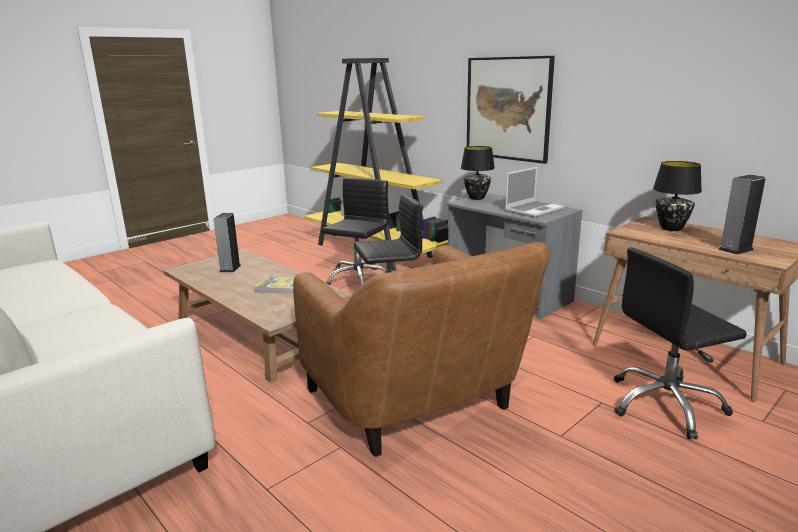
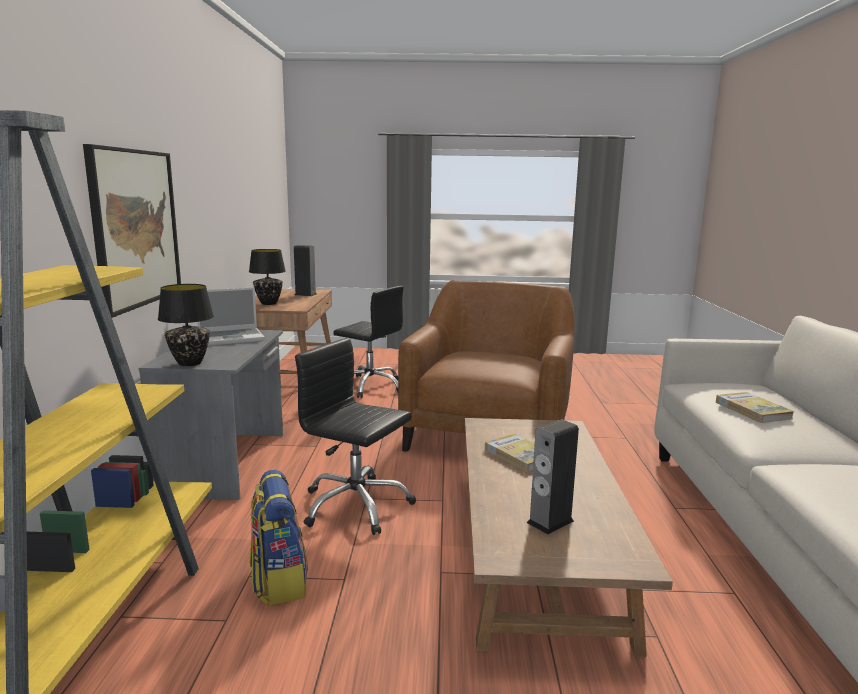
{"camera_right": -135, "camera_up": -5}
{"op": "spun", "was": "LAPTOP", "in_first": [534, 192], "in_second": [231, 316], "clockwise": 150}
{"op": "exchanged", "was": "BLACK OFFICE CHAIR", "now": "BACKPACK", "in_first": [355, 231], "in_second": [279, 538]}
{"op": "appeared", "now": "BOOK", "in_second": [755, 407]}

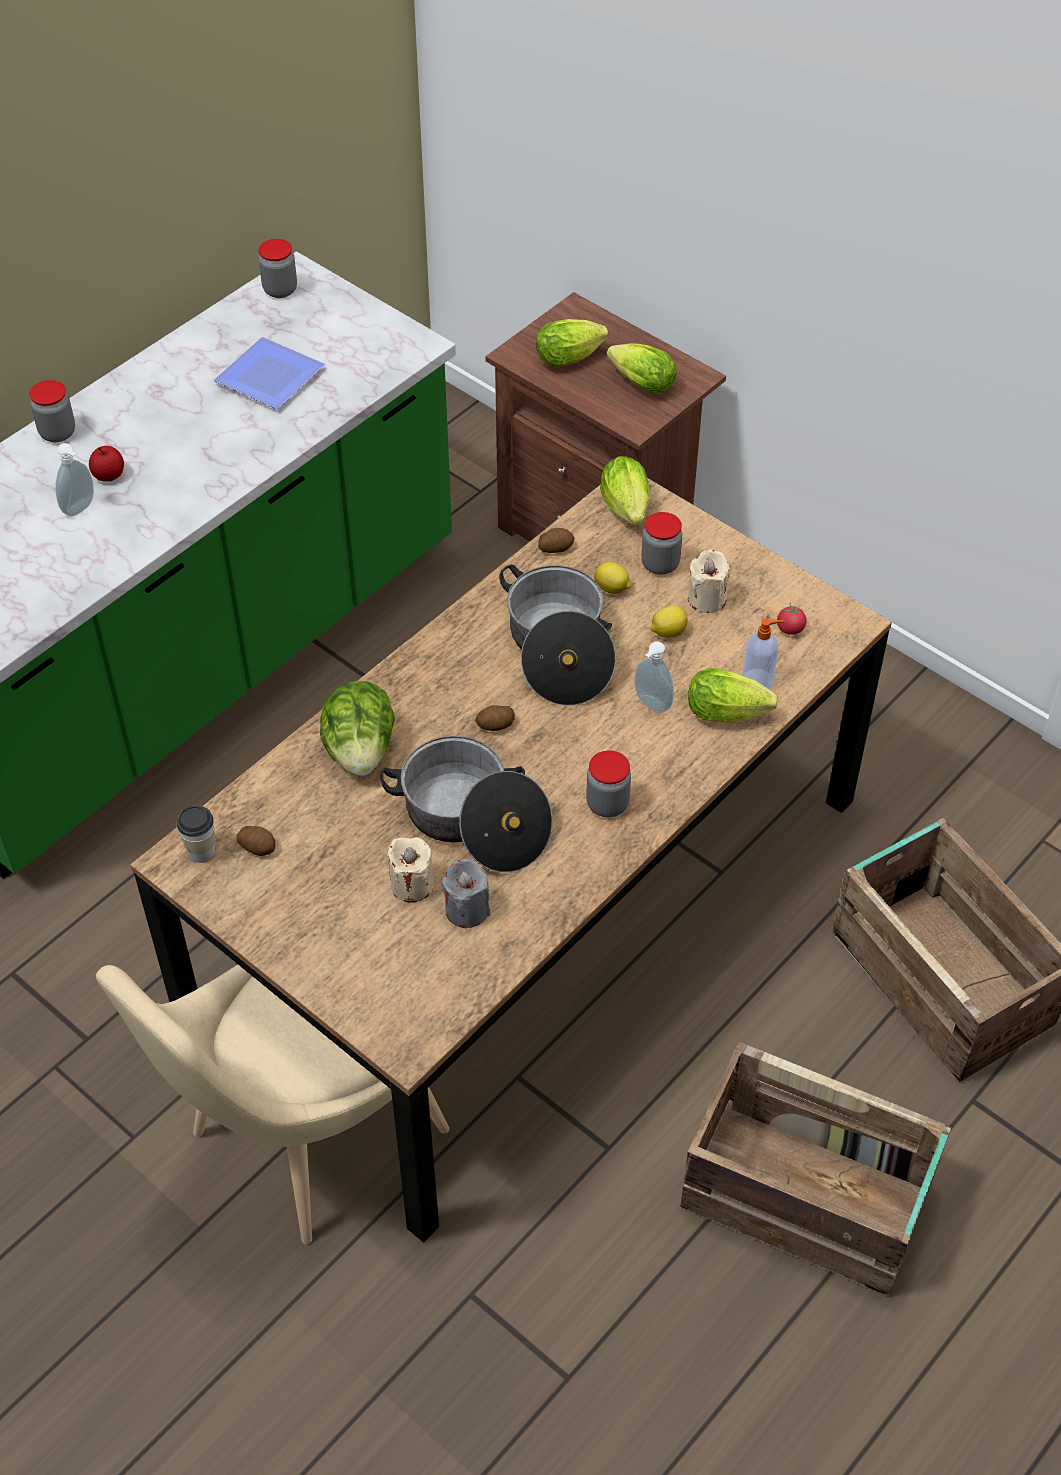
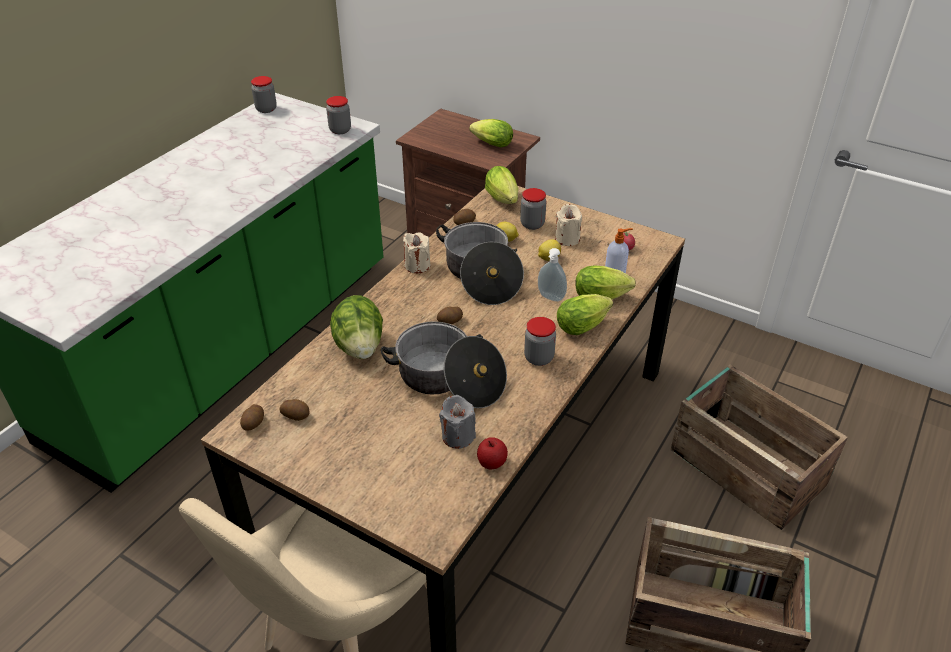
{"camera_right": -10, "camera_up": -10}
{"op": "relocated", "was": "LETTUCE", "in_first": [572, 343], "in_second": [585, 314]}
{"op": "missing", "was": "PLATE", "in_first": [269, 373]}
{"op": "relocated", "was": "JAR", "in_first": [52, 411], "in_second": [338, 115]}
{"op": "missing", "was": "SOAP DISPENSER", "in_first": [74, 479]}
{"op": "relocated", "was": "APPLE", "in_first": [106, 464], "in_second": [492, 453]}
{"op": "exchanged", "was": "CUP", "now": "POTATO", "in_first": [196, 834], "in_second": [252, 417]}
{"op": "relocated", "was": "BEIGE CANDLE", "in_first": [410, 870], "in_second": [416, 252]}

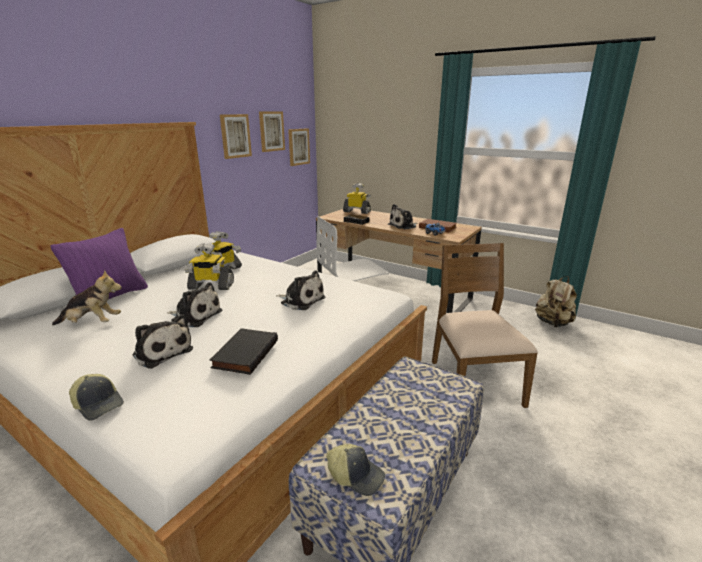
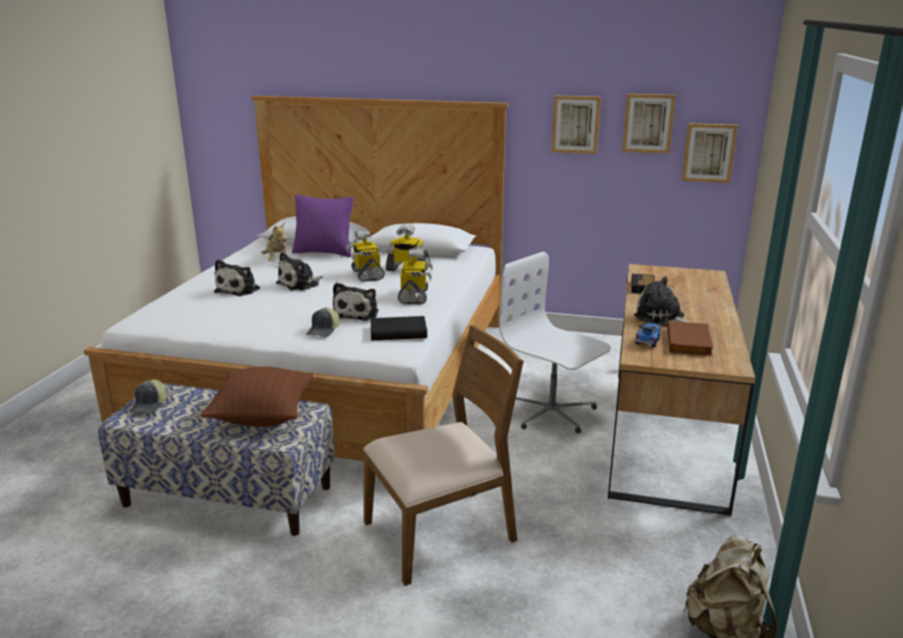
{"camera_right": 70, "camera_up": 0}
{"op": "relocated", "was": "TOY ROBOT", "in_first": [357, 198], "in_second": [415, 276]}
{"op": "spun", "was": "PLUSH TOY", "in_first": [195, 304], "in_second": [299, 271], "clockwise": 45}
{"op": "relocated", "was": "BLACK BOOK", "in_first": [244, 351], "in_second": [398, 328]}
{"op": "relocated", "was": "CAP", "in_first": [96, 397], "in_second": [322, 322]}
{"op": "appeared", "now": "BROWN PILLOW", "in_second": [257, 396]}

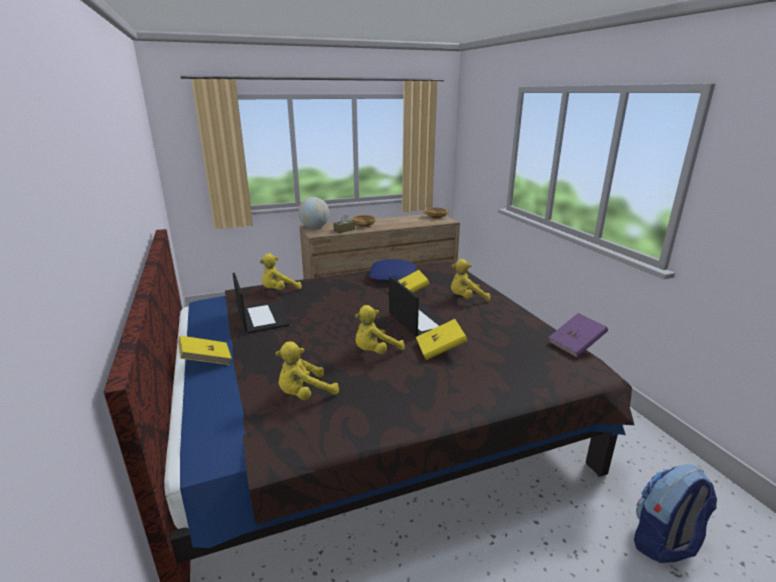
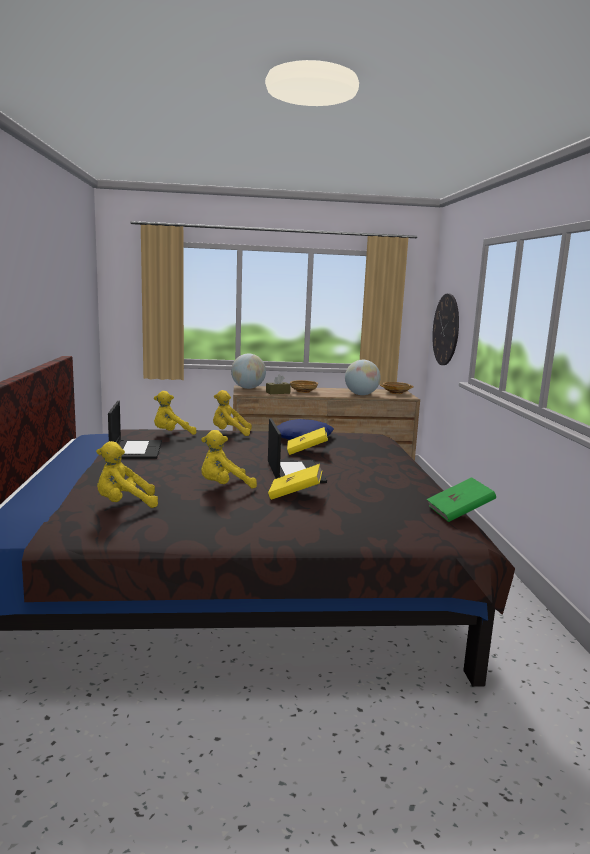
{"camera_right": 15, "camera_up": -10}
{"op": "relocated", "was": "YELLOW PLUSH TOY", "in_first": [471, 280], "in_second": [232, 413]}
{"op": "colour", "was": "PURPLE BOOK", "now": "GREEN BOOK", "in_first": [578, 335], "in_second": [461, 499]}
{"op": "missing", "was": "YELLOW BOOK", "in_first": [205, 350]}
{"op": "missing", "was": "BACKPACK", "in_first": [675, 513]}
{"op": "appeared", "now": "WALL CLOCK", "in_second": [445, 329]}
{"op": "appeared", "now": "GLOBE", "in_second": [363, 377]}

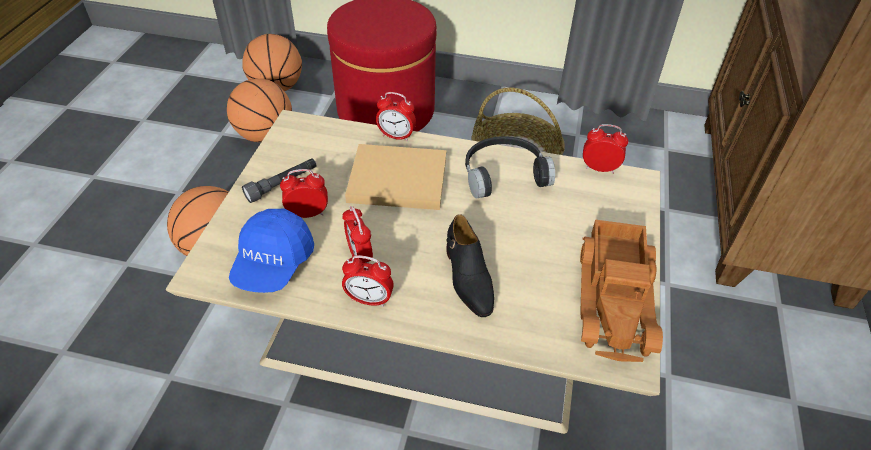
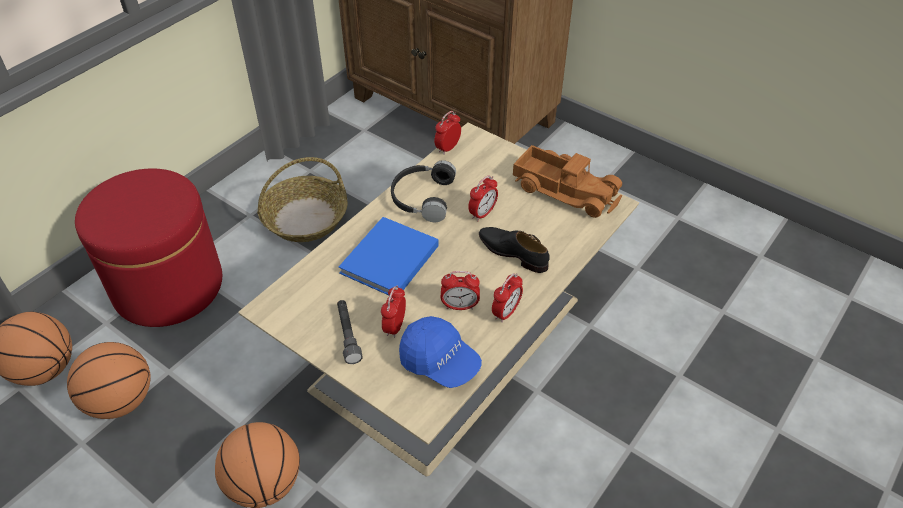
{"camera_right": -65, "camera_up": 0}
{"op": "relocated", "was": "ALARM CLOCK", "in_first": [396, 116], "in_second": [483, 198]}
{"op": "colour", "was": "BEIGE BOOK", "now": "BLUE BOOK", "in_first": [396, 177], "in_second": [388, 256]}
{"op": "spun", "was": "BLACK SHOE", "in_first": [470, 265], "in_second": [514, 250], "clockwise": -150}

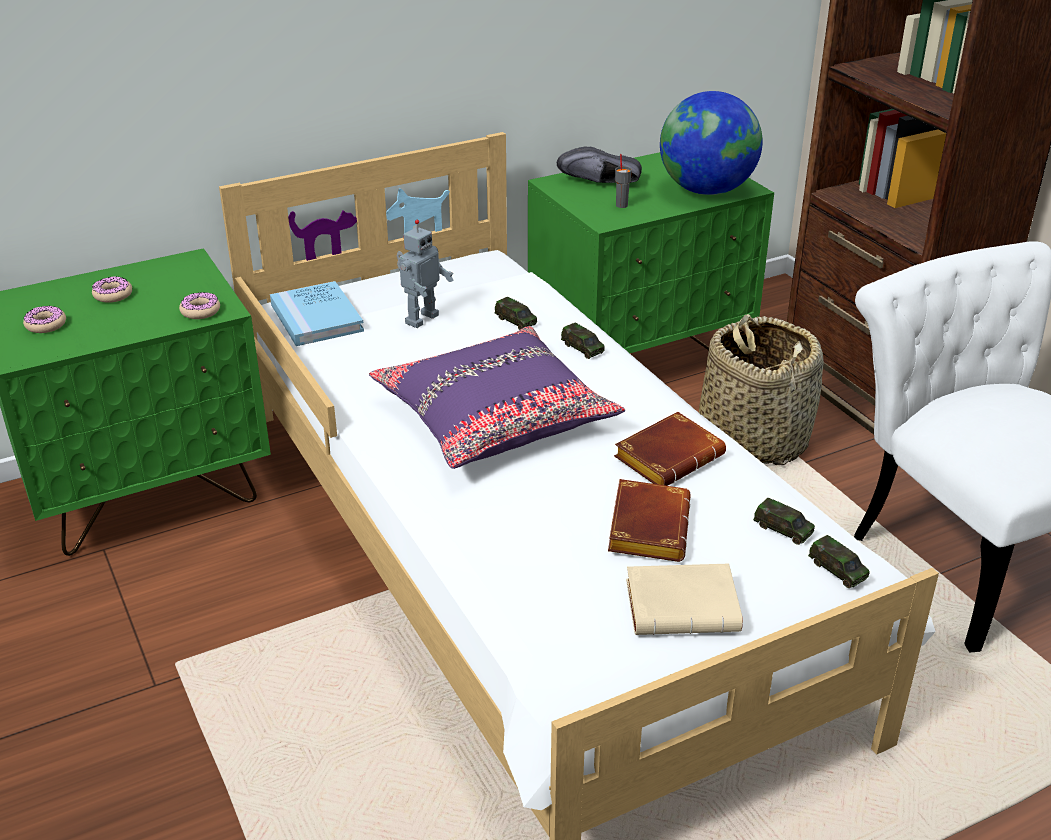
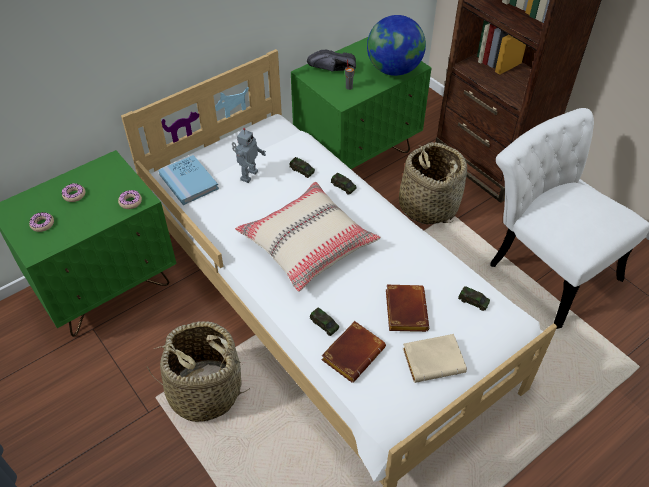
{"camera_right": -10, "camera_up": 15}
{"op": "colour", "was": "PURPLE PILLOW", "now": "BEIGE PILLOW", "in_first": [497, 397], "in_second": [308, 237]}
{"op": "relocated", "was": "BROWN BOOK", "in_first": [670, 449], "in_second": [353, 352]}
{"op": "relocated", "was": "TOY CAR", "in_first": [839, 561], "in_second": [324, 322]}
{"op": "appeared", "now": "BASKET", "in_second": [198, 371]}

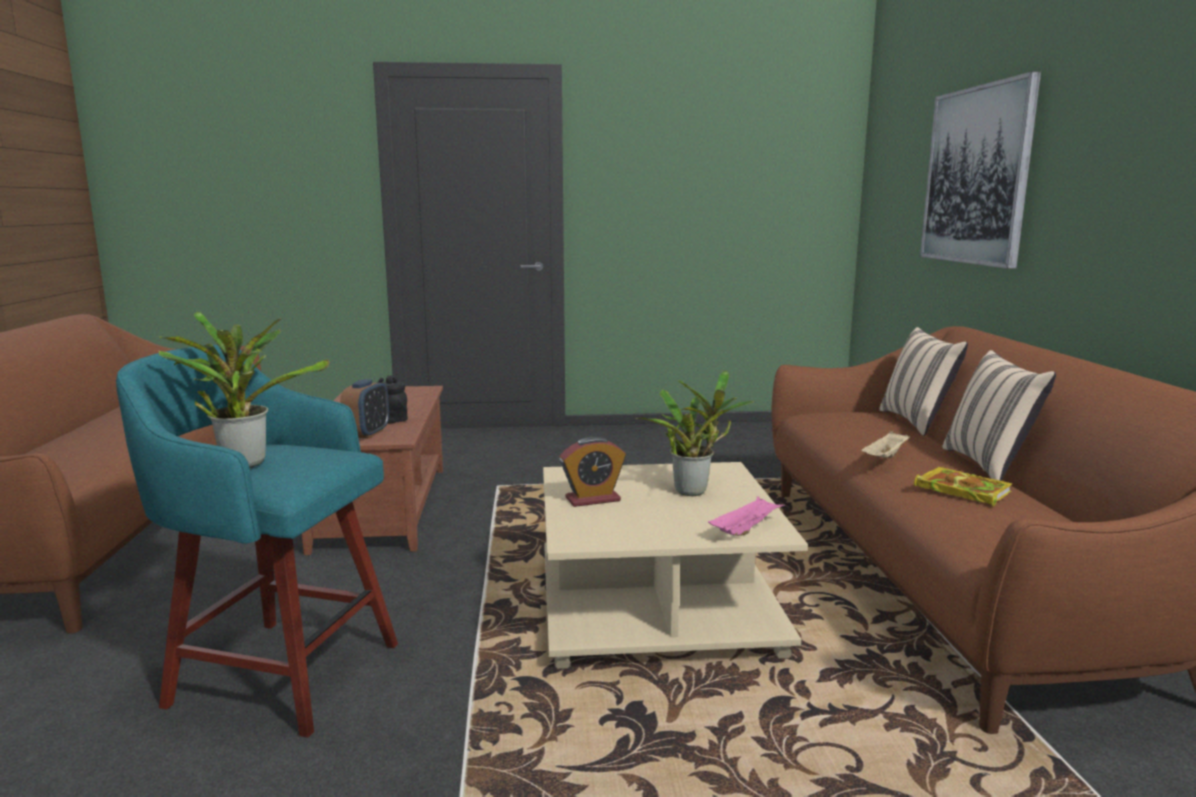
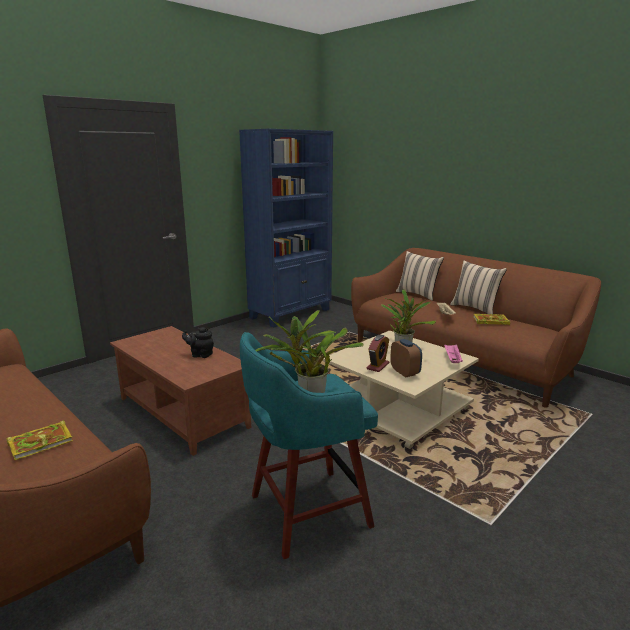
{"camera_right": -40, "camera_up": 5}
{"op": "missing", "was": "PICTURE", "in_first": [980, 170]}
{"op": "relocated", "was": "ALARM CLOCK", "in_first": [364, 409], "in_second": [406, 358]}
{"op": "appeared", "now": "BLUE BOOKCASE", "in_second": [286, 228]}
{"op": "appeared", "now": "BOOK", "in_second": [39, 440]}

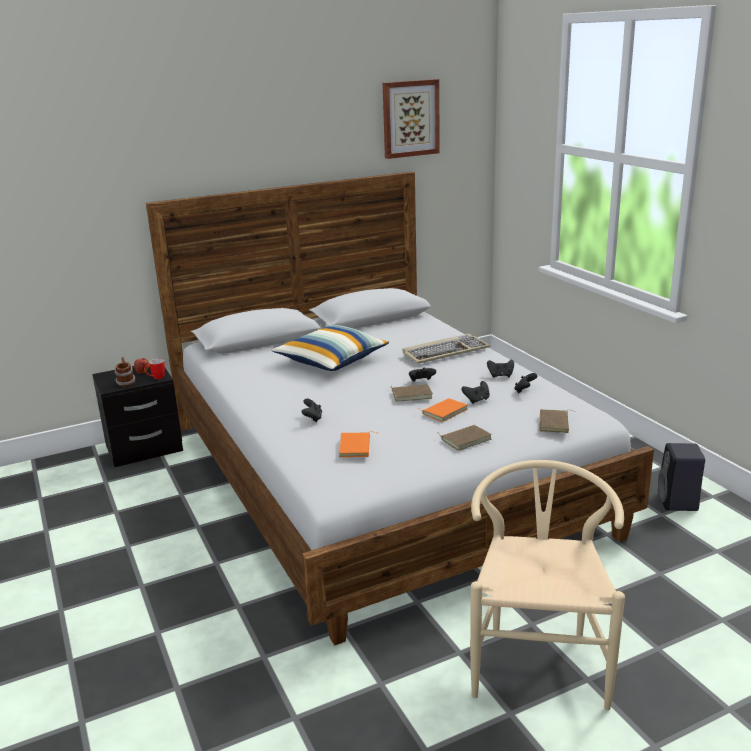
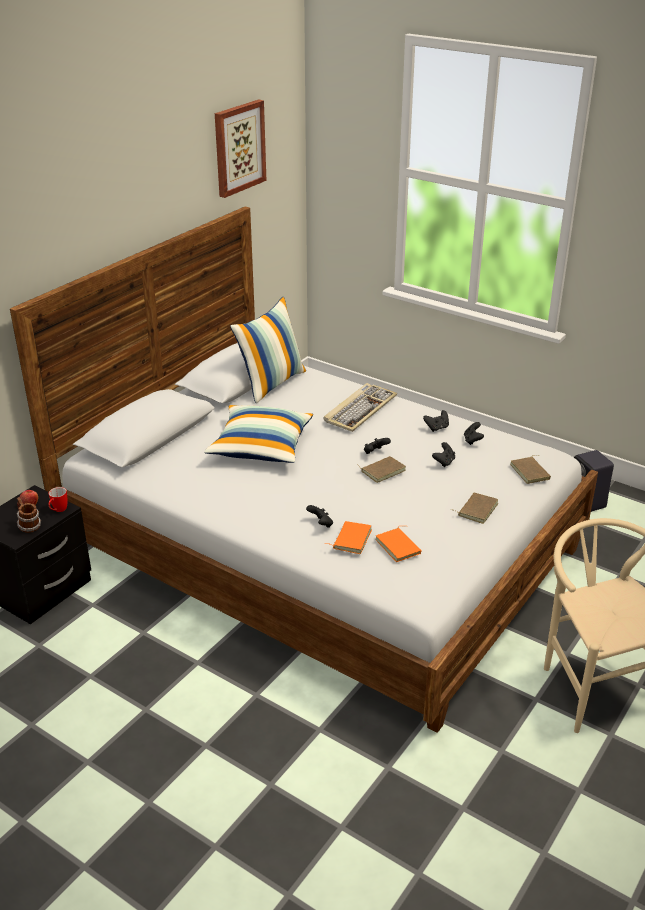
{"camera_right": -30, "camera_up": 10}
{"op": "relocated", "was": "ORANGE BOOK", "in_first": [443, 410], "in_second": [348, 537]}
{"op": "appeared", "now": "PILLOW", "in_second": [268, 350]}

